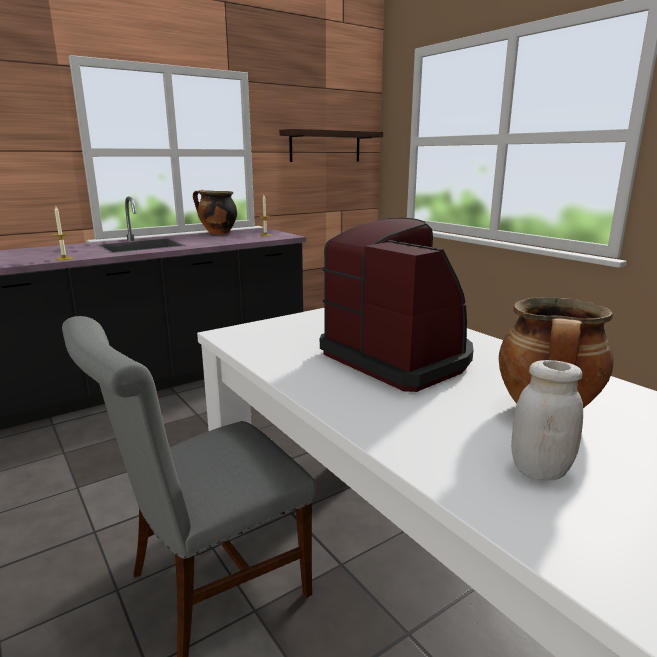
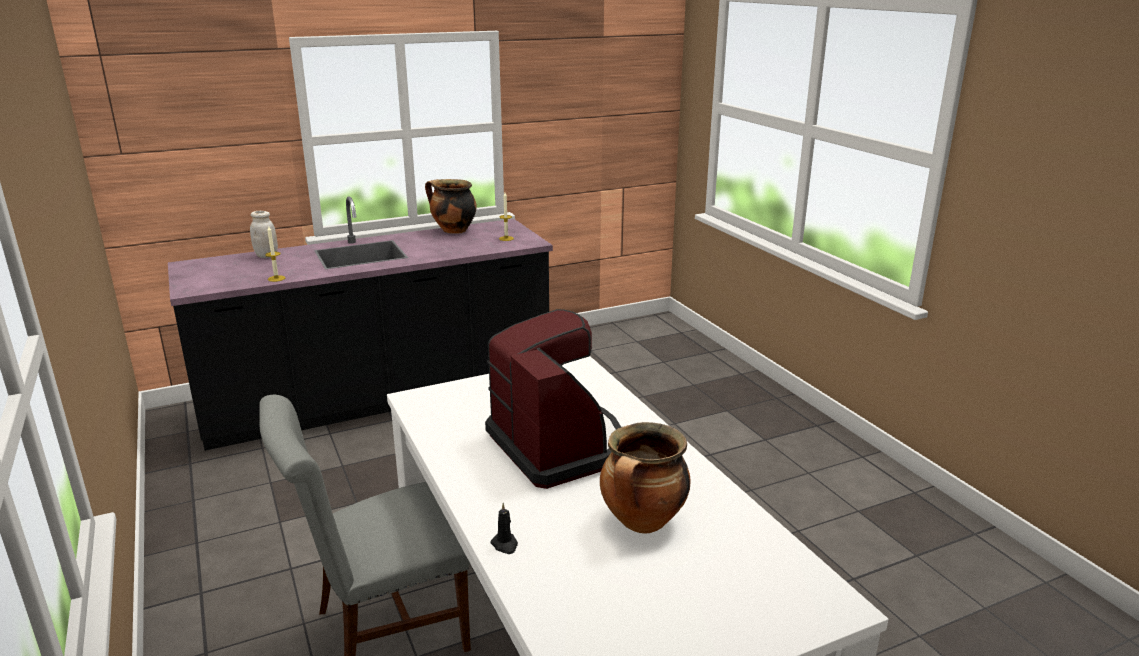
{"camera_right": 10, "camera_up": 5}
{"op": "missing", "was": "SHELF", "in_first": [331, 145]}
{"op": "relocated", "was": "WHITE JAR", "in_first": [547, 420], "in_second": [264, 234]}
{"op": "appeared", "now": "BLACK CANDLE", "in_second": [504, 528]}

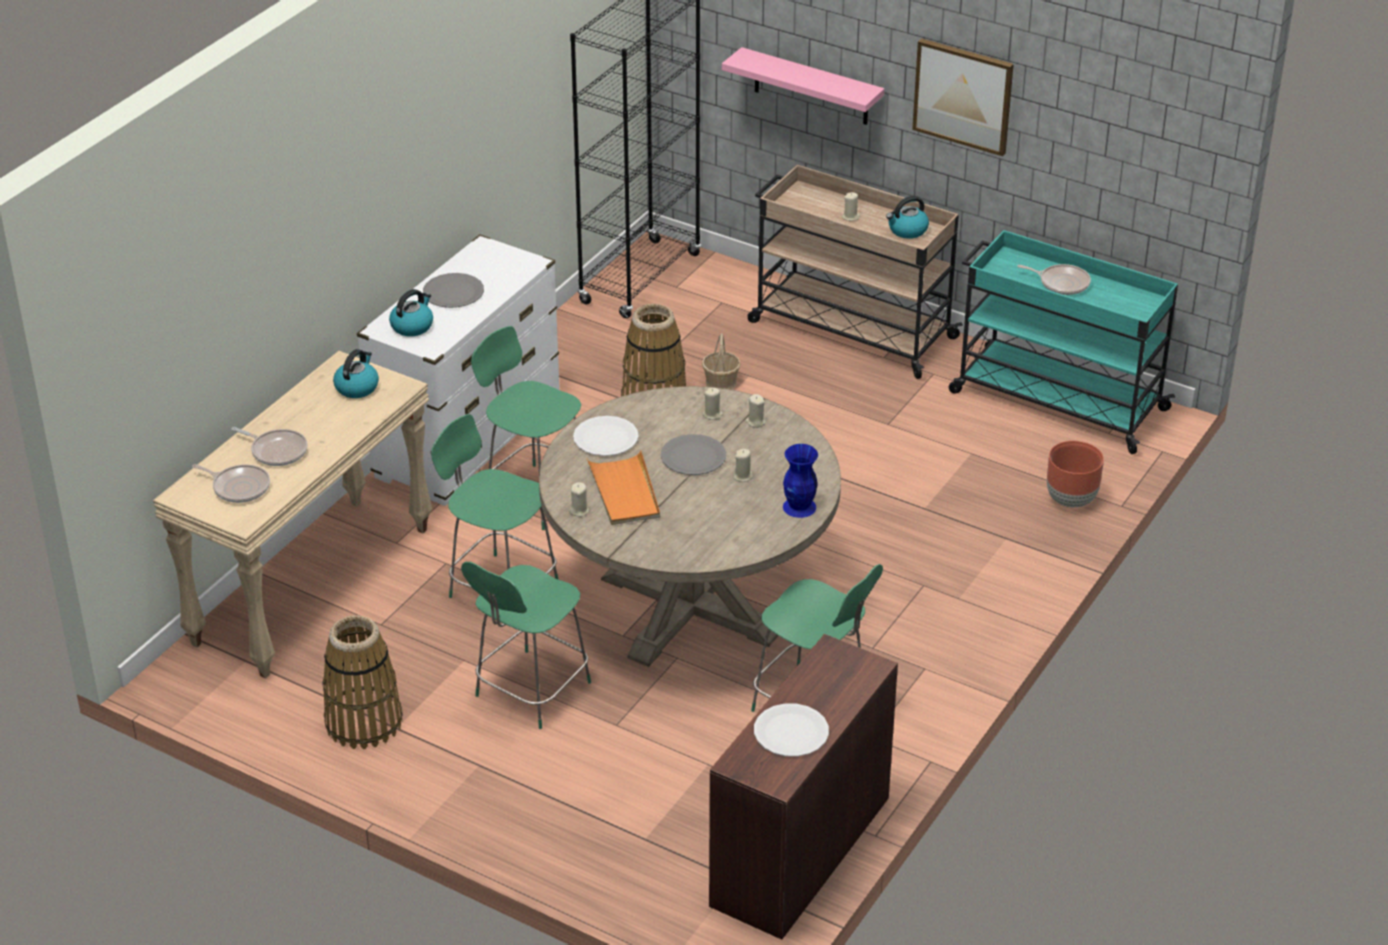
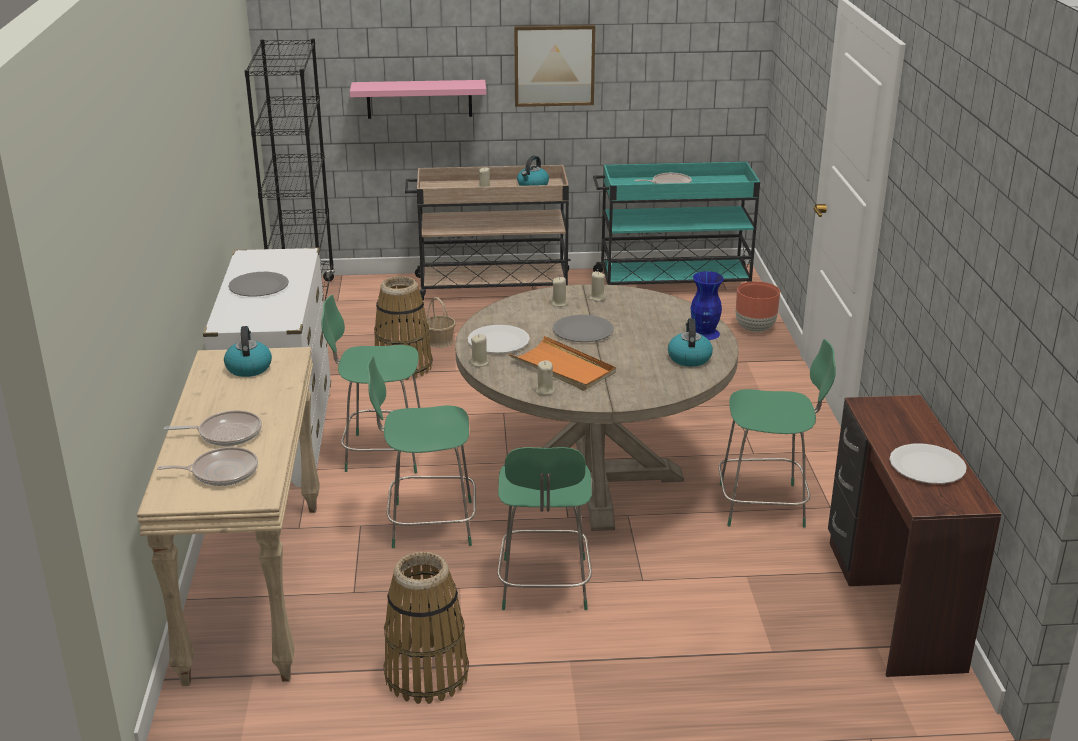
{"camera_right": -35, "camera_up": -10}
{"op": "relocated", "was": "KETTLE", "in_first": [411, 312], "in_second": [690, 342]}
{"op": "relocated", "was": "BEIGE CANDLE", "in_first": [743, 465], "in_second": [479, 350]}

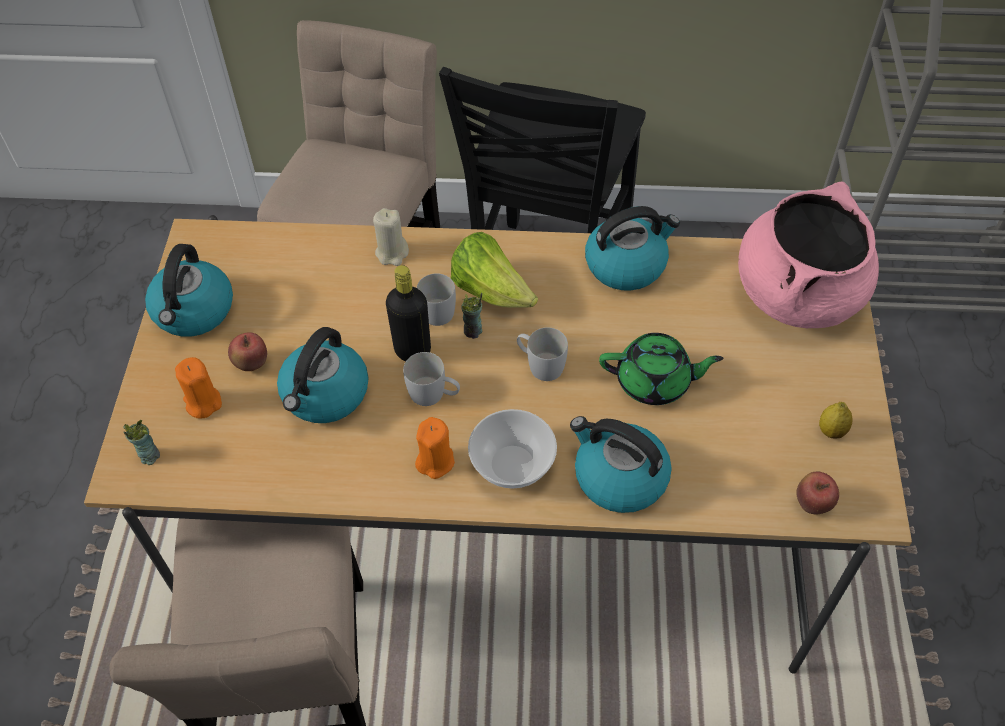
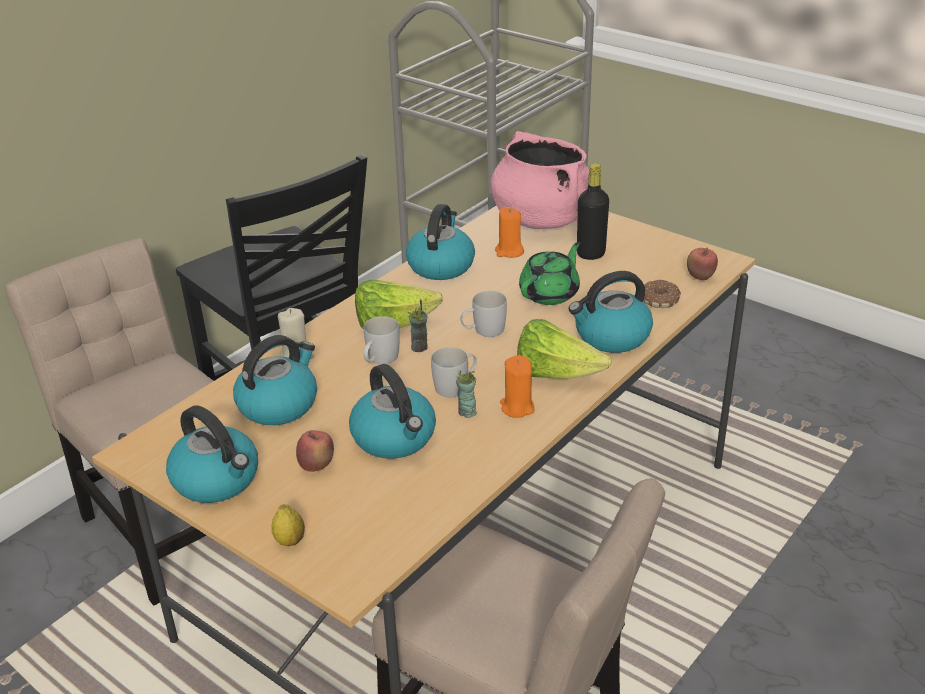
{"camera_right": -55, "camera_up": -20}
{"op": "relocated", "was": "BLACK BOTTLE", "in_first": [408, 313], "in_second": [593, 211]}
{"op": "relocated", "was": "ORANGE CANDLE", "in_first": [198, 388], "in_second": [509, 233]}
{"op": "relocated", "was": "LEMON", "in_first": [836, 420], "in_second": [288, 525]}
{"op": "exchanged", "was": "BOWL", "now": "LETTUCE", "in_first": [512, 449], "in_second": [564, 349]}
{"op": "relocated", "was": "CUP", "in_first": [141, 442], "in_second": [466, 394]}
{"op": "appeared", "now": "DONUT", "in_second": [662, 293]}
{"op": "appeared", "now": "KETTLE", "in_second": [275, 380]}

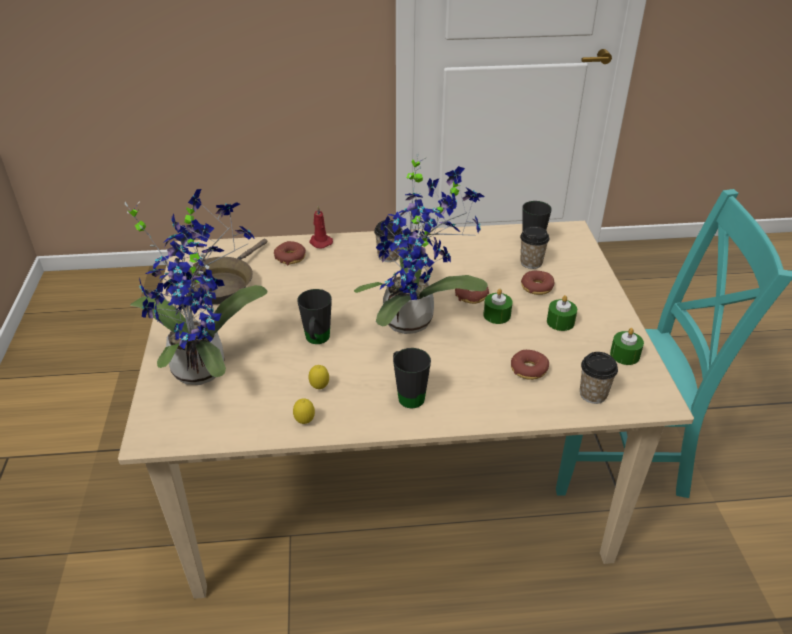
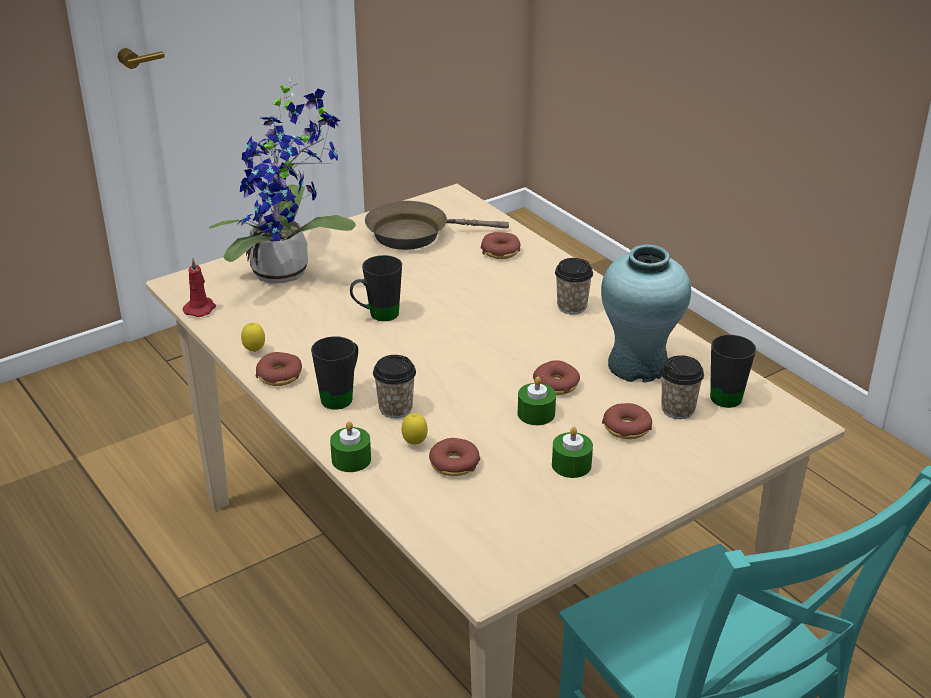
{"camera_right": 60, "camera_up": -5}
{"op": "missing", "was": "POTTED PLANT", "in_first": [421, 243]}
{"op": "relocated", "was": "RED CANDLE", "in_first": [321, 227], "in_second": [199, 287]}
{"op": "relocated", "was": "GREEN CANDLE", "in_first": [627, 346], "in_second": [350, 446]}
{"op": "relocated", "was": "CUP", "in_first": [599, 378], "in_second": [394, 386]}
{"op": "relocated", "was": "LEMON", "in_first": [318, 377], "in_second": [414, 429]}
{"op": "appeared", "now": "TURQUOISE VASE", "in_second": [646, 313]}
{"op": "appeared", "now": "DONUT", "in_second": [279, 369]}

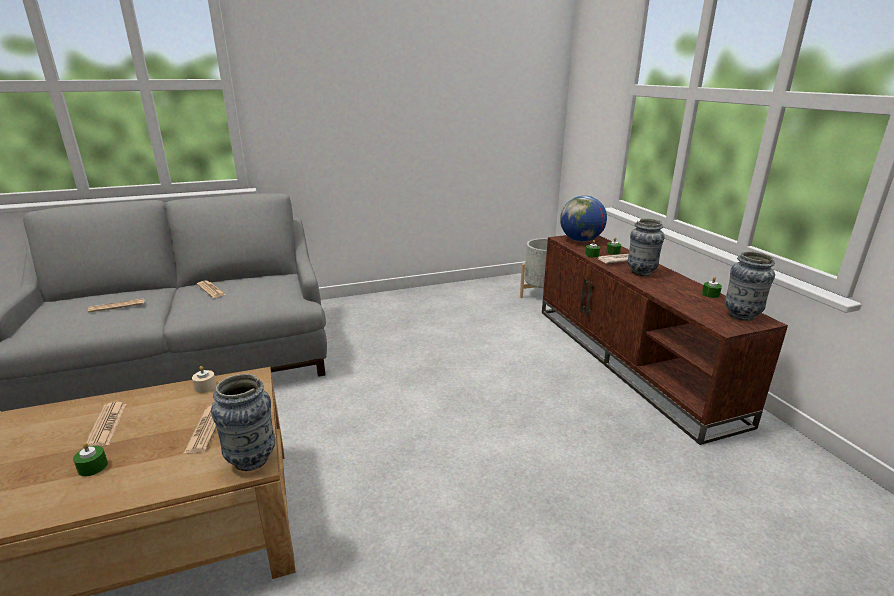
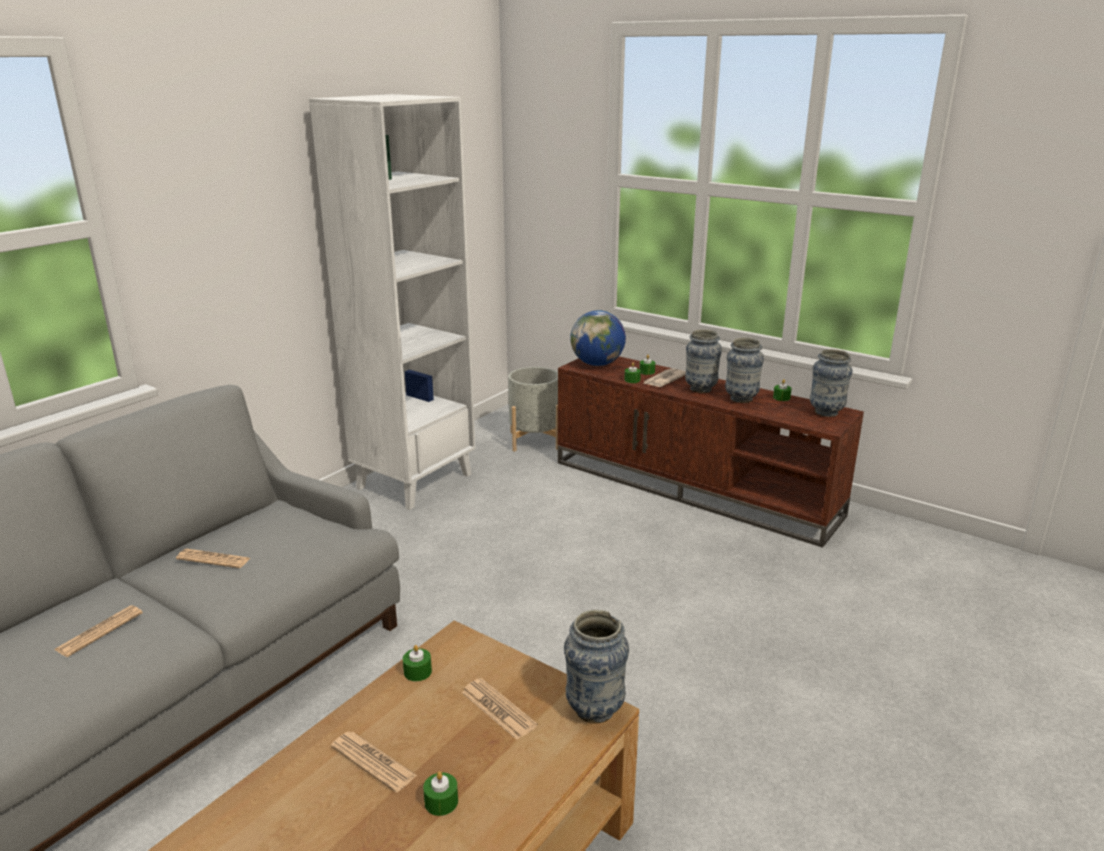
{"camera_right": -35, "camera_up": 0}
{"op": "colour", "was": "BEIGE CANDLE", "now": "GREEN CANDLE", "in_first": [204, 379], "in_second": [417, 663]}
{"op": "appeared", "now": "WHITE BOOKCASE", "in_second": [392, 302]}
{"op": "appeared", "now": "VASE", "in_second": [744, 370]}

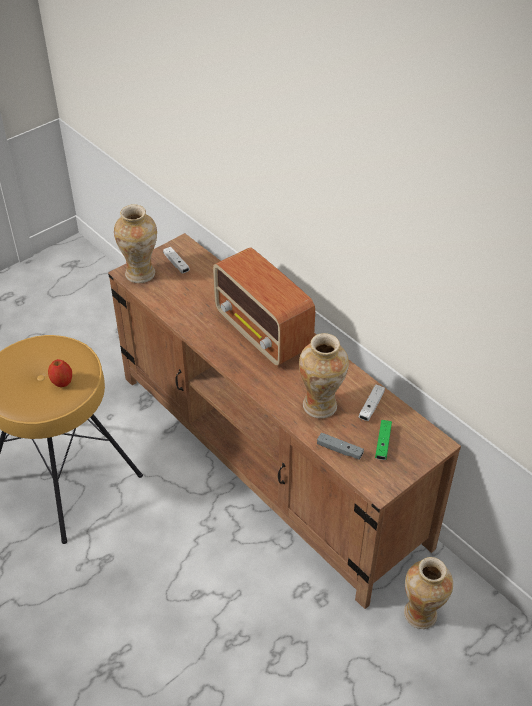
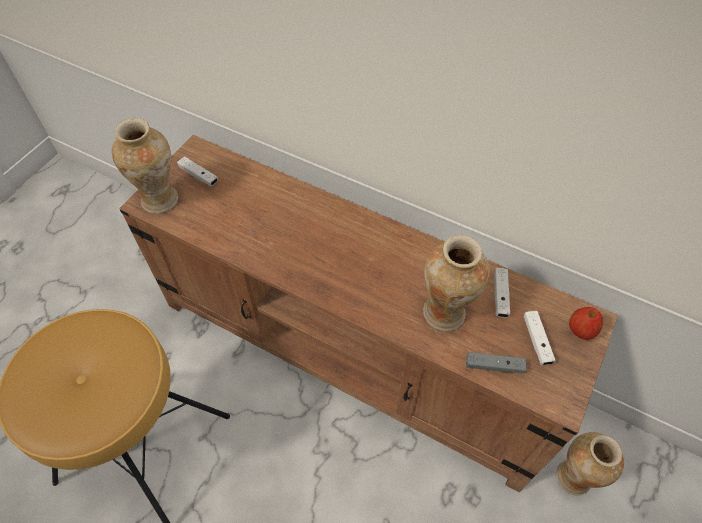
{"camera_right": -20, "camera_up": 10}
{"op": "missing", "was": "RADIO", "in_first": [264, 306]}
{"op": "relocated", "was": "APPLE", "in_first": [60, 373], "in_second": [586, 323]}
{"op": "colour", "was": "GREEN GAME CONTROLLER", "now": "WHITE GAME CONTROLLER", "in_first": [383, 440], "in_second": [539, 338]}

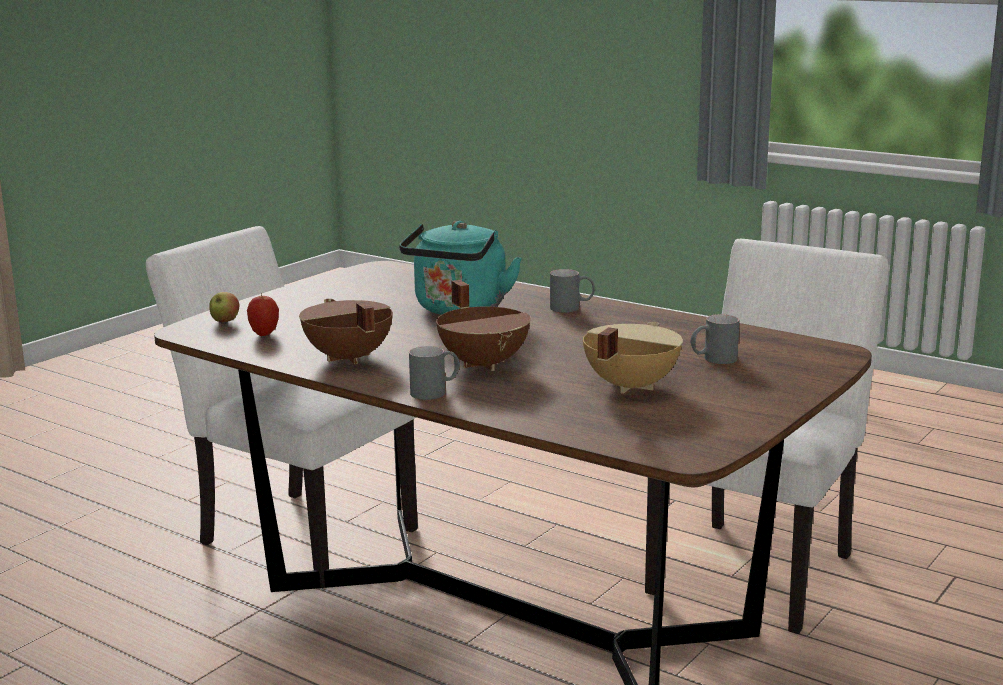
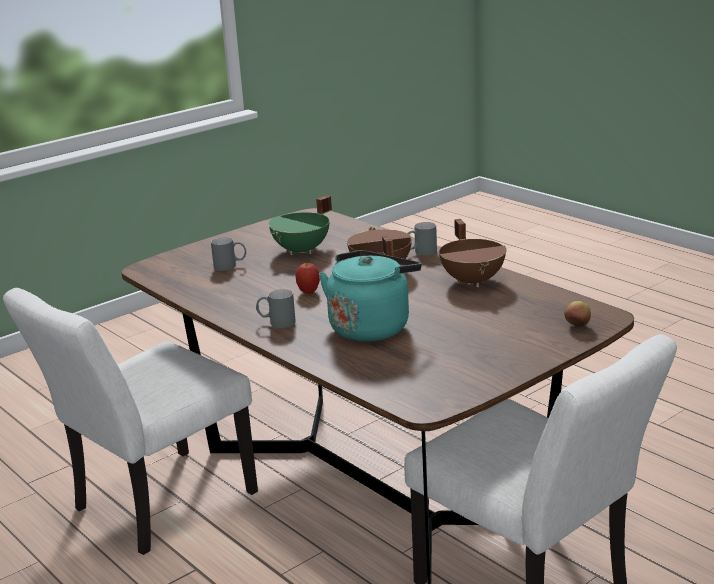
{"camera_right": -165, "camera_up": 5}
{"op": "relocated", "was": "APPLE", "in_first": [263, 314], "in_second": [307, 278]}
{"op": "colour", "was": "BEIGE COOKING POT", "now": "GREEN COOKING POT", "in_first": [633, 358], "in_second": [300, 225]}

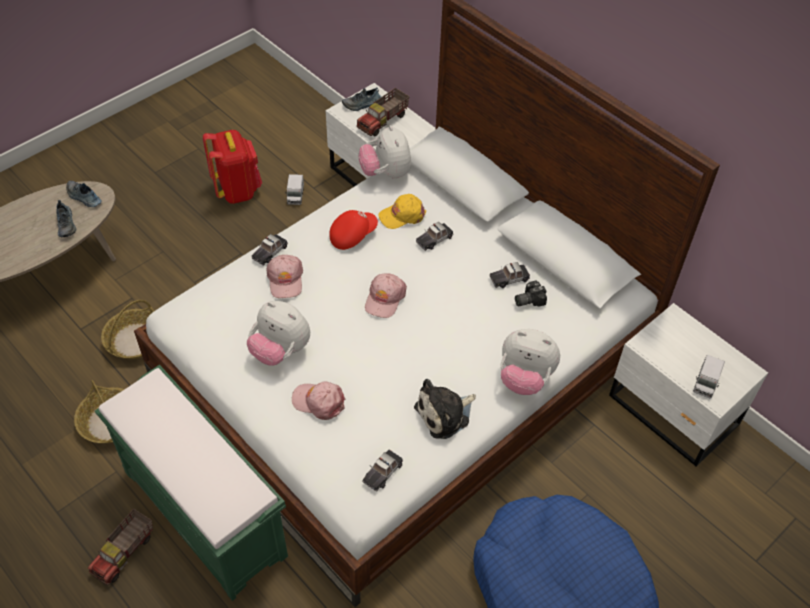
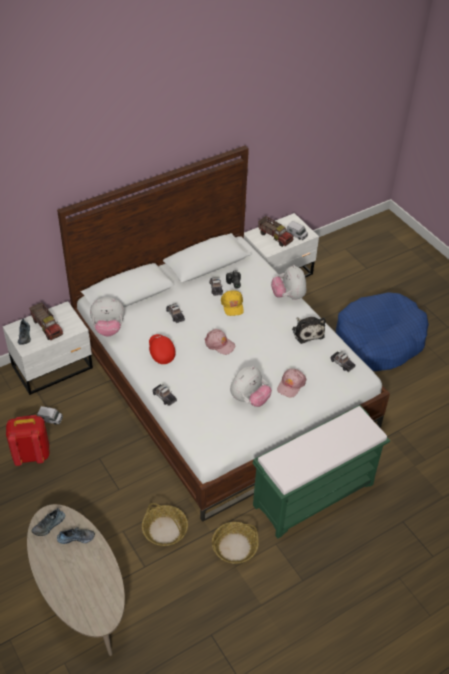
{"camera_right": -80, "camera_up": -5}
{"op": "relocated", "was": "YELLOW CAP", "in_first": [402, 211], "in_second": [232, 303]}
{"op": "missing", "was": "PINK CAP", "in_first": [284, 276]}
{"op": "spun", "was": "PLUSH TOY", "in_first": [530, 362], "in_second": [288, 282], "clockwise": 135}
{"op": "relocated", "was": "TOY TRUCK", "in_first": [120, 547], "in_second": [275, 231]}

